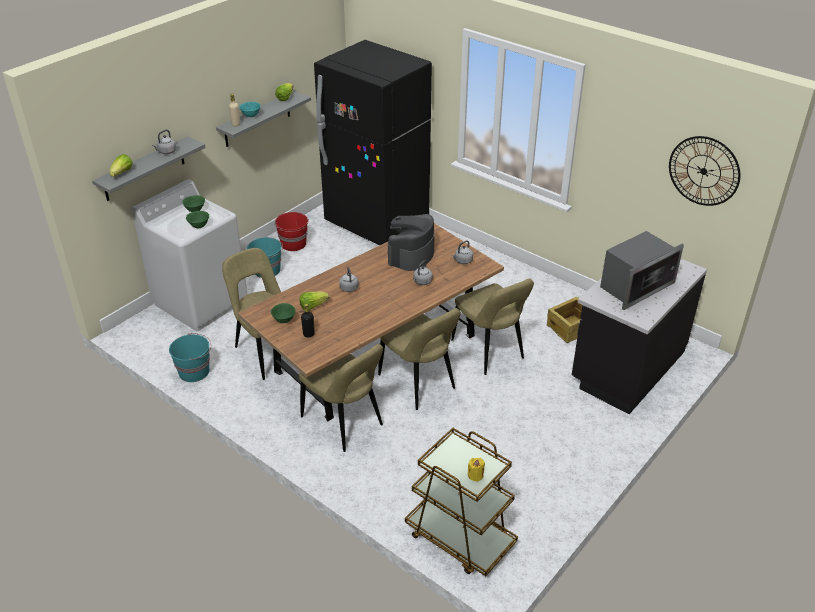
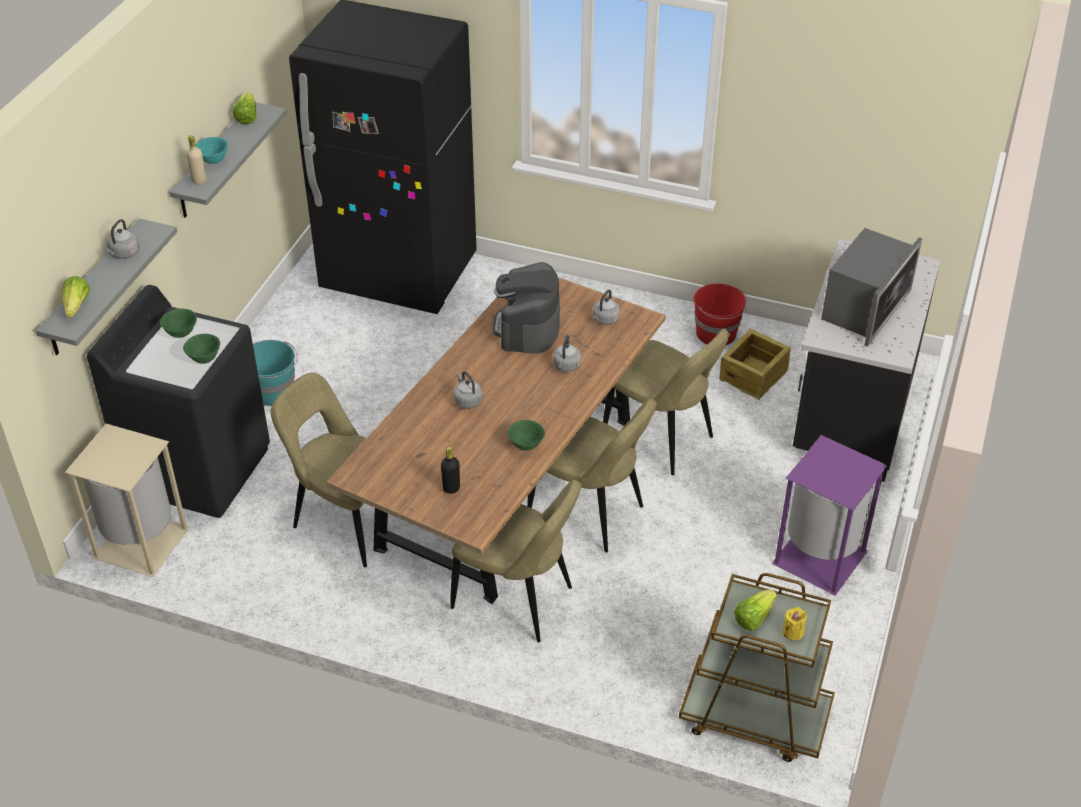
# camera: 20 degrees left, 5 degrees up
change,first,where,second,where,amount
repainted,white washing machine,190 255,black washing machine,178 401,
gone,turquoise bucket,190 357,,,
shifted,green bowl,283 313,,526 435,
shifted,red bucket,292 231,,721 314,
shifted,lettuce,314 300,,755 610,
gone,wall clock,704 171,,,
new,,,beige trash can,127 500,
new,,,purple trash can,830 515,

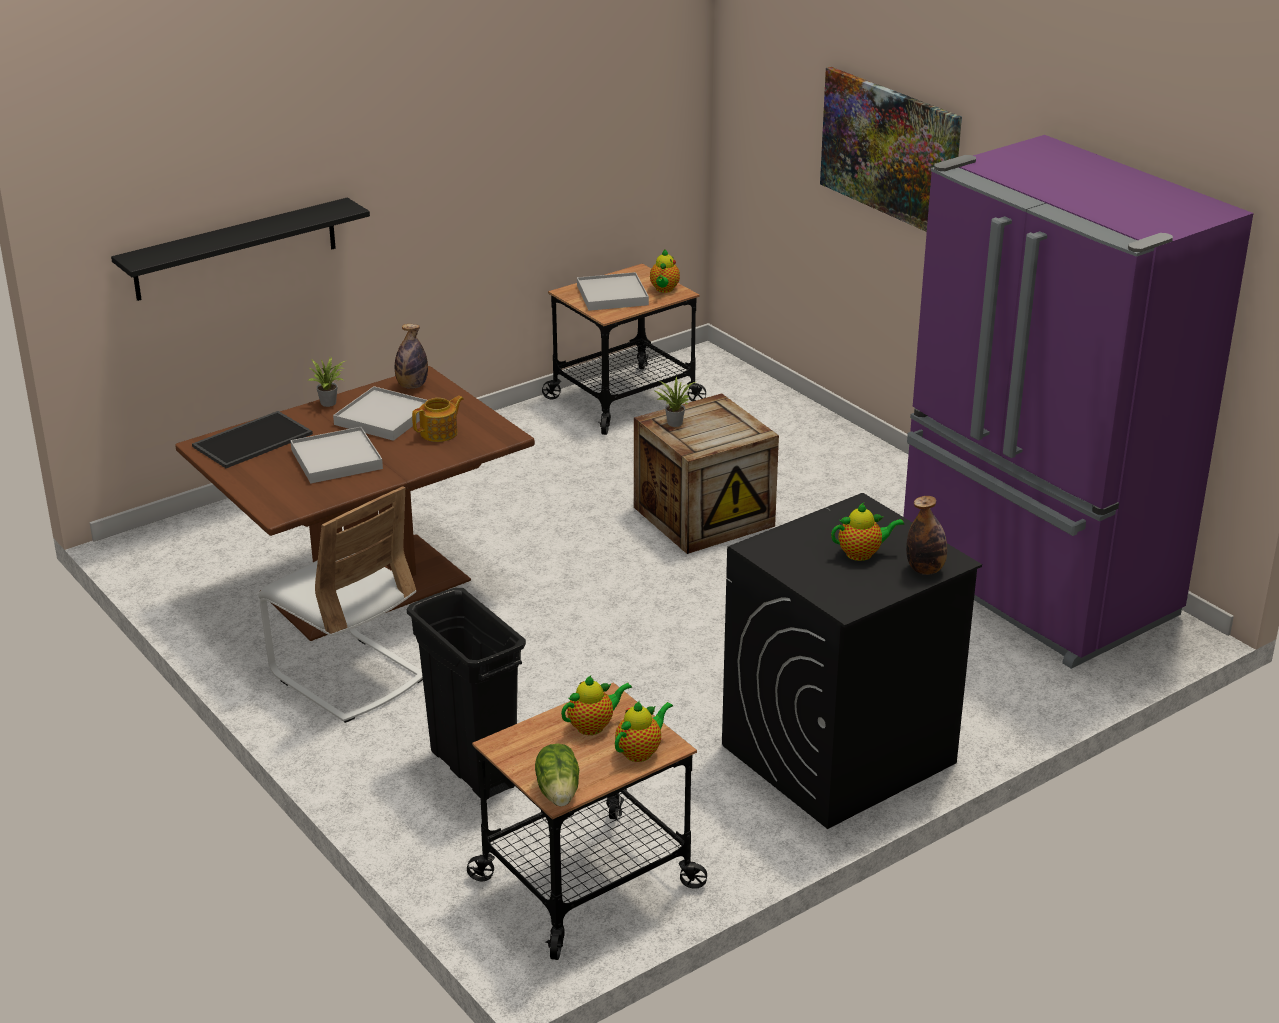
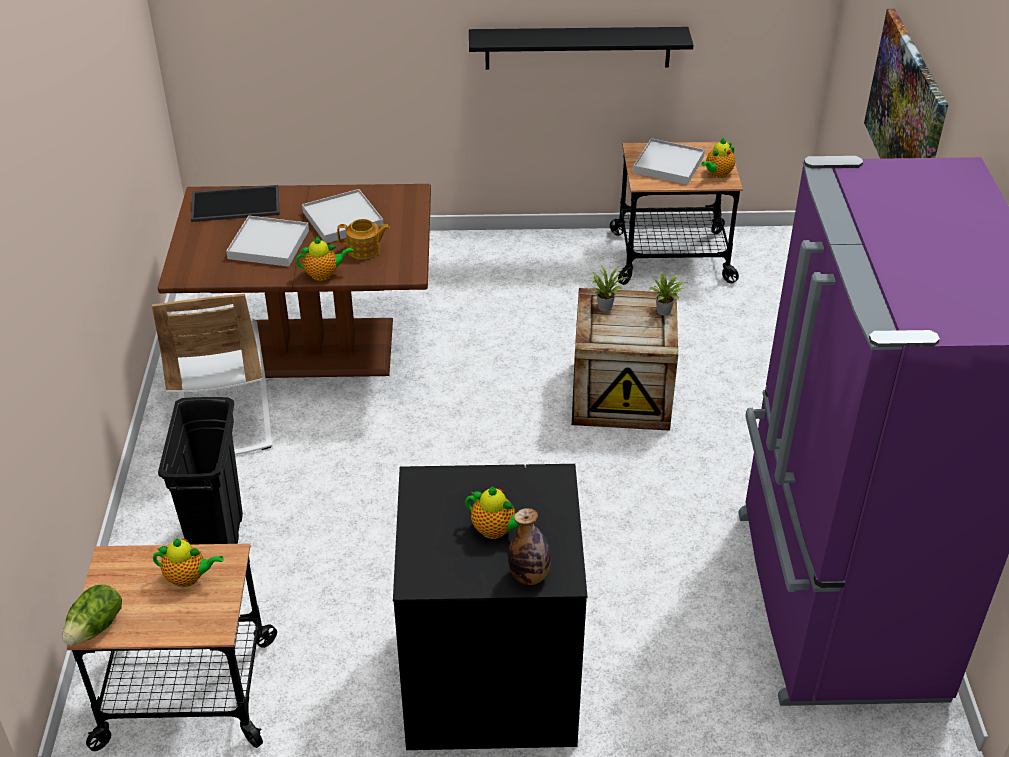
# camera: 35 degrees right, 10 degrees up
change,first,where,second,where,amount
shifted,black shelf,240 249,,581 48,
shifted,potted plant,327 382,,667 293,
gone,bottle,411 356,,,
shifted,teapot,644 731,,325 259,

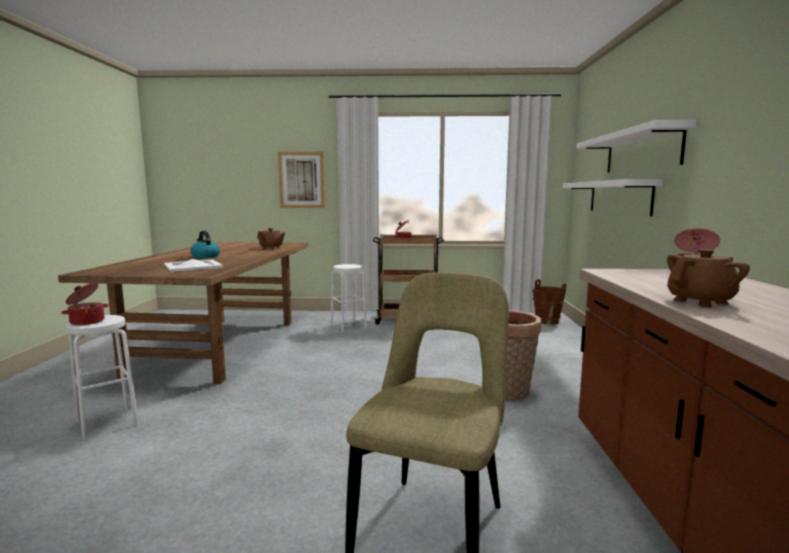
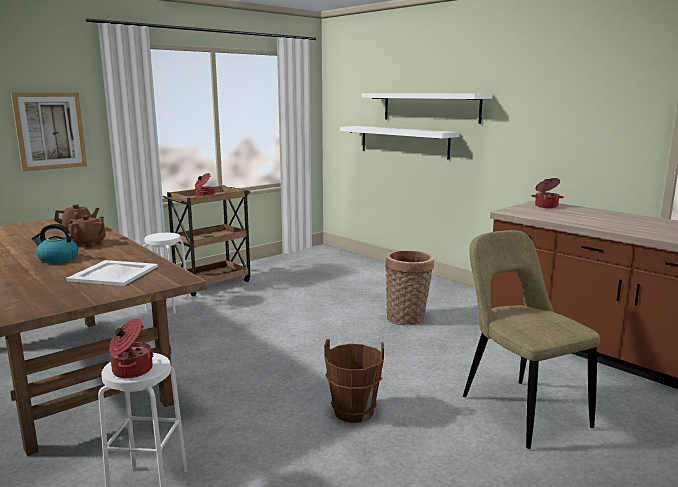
# camera: 45 degrees left, 5 degrees up
change,first,where,second,where,amount
shifted,brown bucket,549 302,,354 381,
shifted,brown teapot,708 278,,87 231,

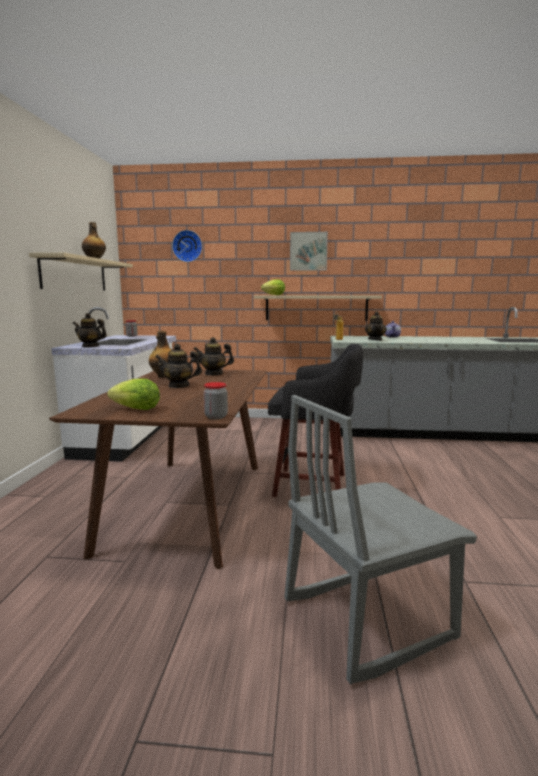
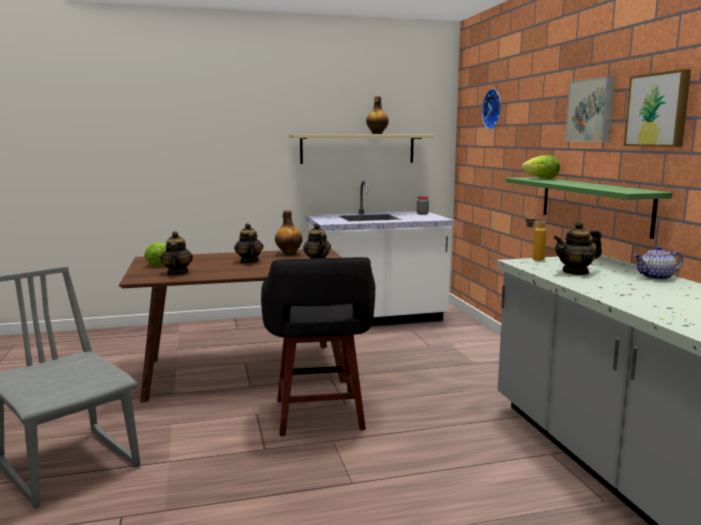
# camera: 70 degrees right, 0 degrees up
change,first,where,second,where,amount
shifted,teapot,90 330,,176 253,
gone,jar,216 400,,,
repainted,beige shelf,318 308,green shelf,588 208,
new,,,picture,657 108,

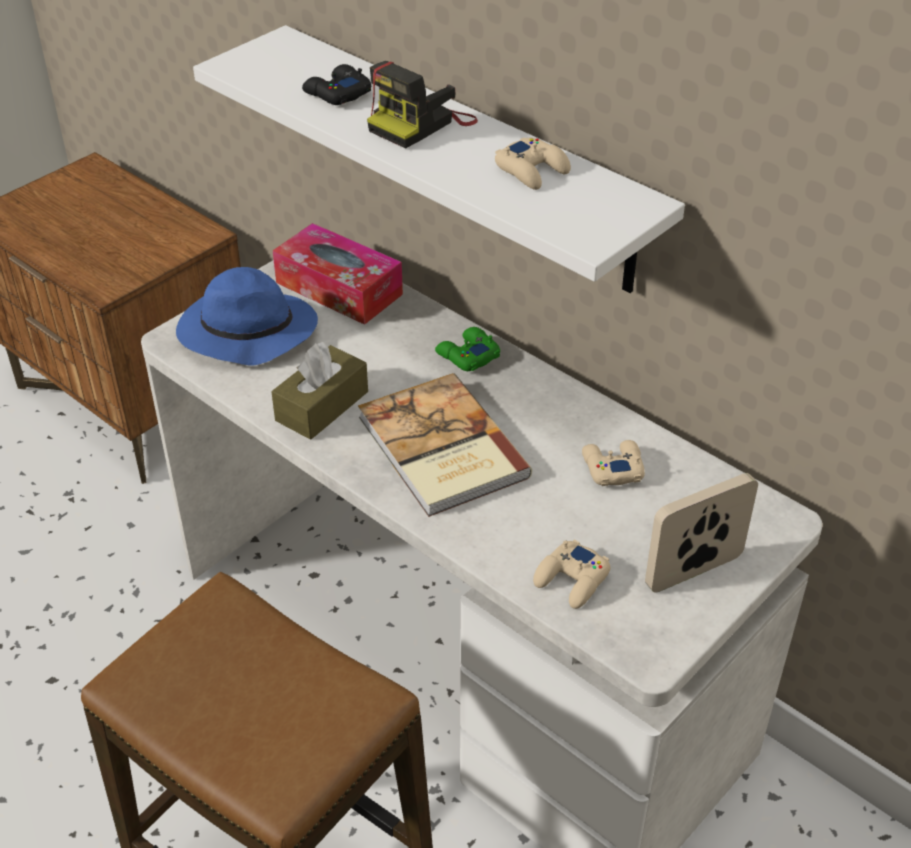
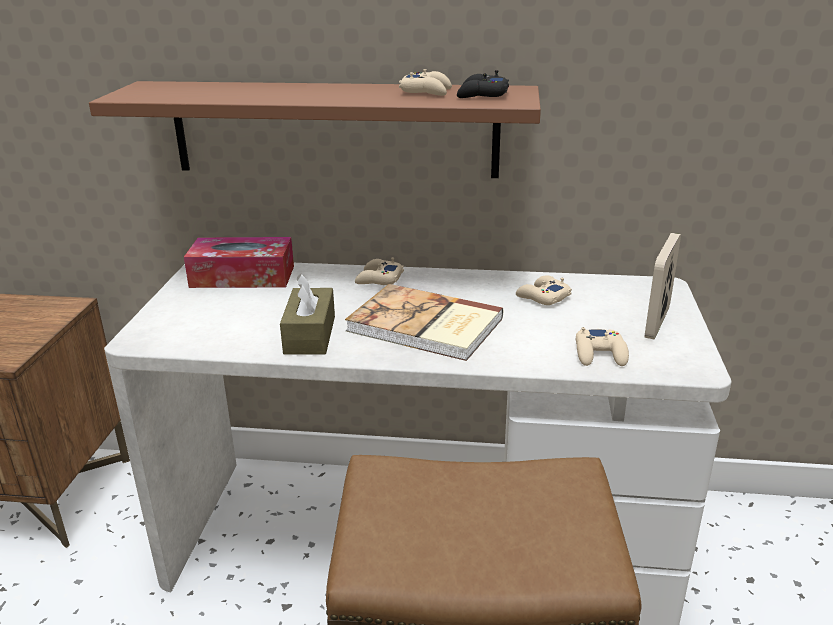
# camera: 35 degrees left, 15 degrees down
change,first,where,second,where,amount
gone,blue hat,247 316,,,
repainted,white shelf,439 159,brown shelf,315 129,
shifted,black game controller,336 84,,483 84,
gone,photo camera,422 105,,,
repainted,green game controller,467 349,beige game controller,379 271,

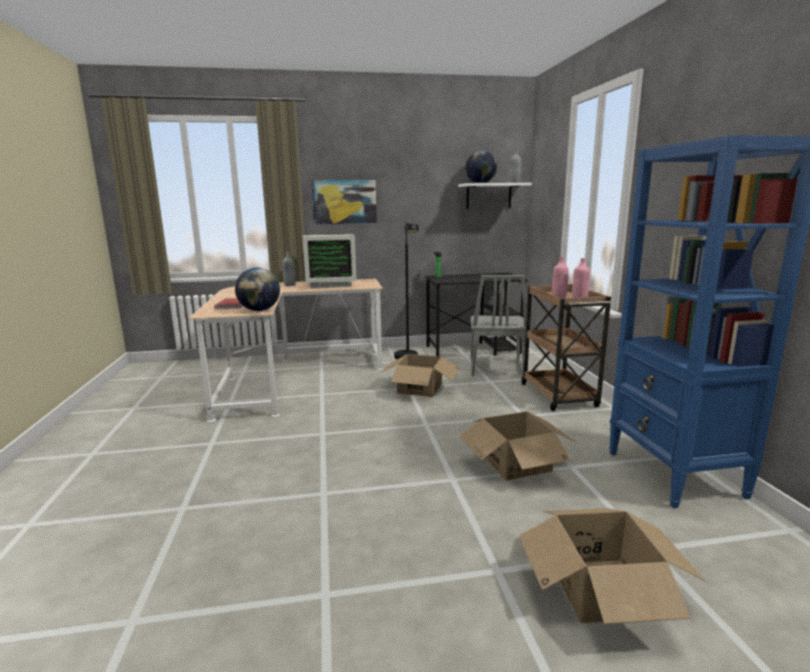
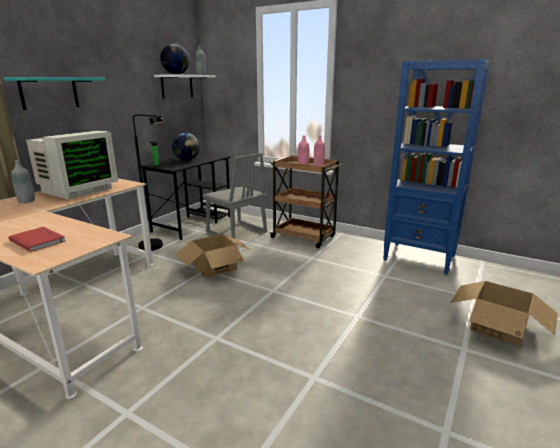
# camera: 50 degrees left, 5 degrees up
change,first,where,second,where,amount
shifted,globe,257 289,,186 146,
swapped,picture,344 202,turquoise shelf,54 93,
gone,cardboard box,518 446,,,

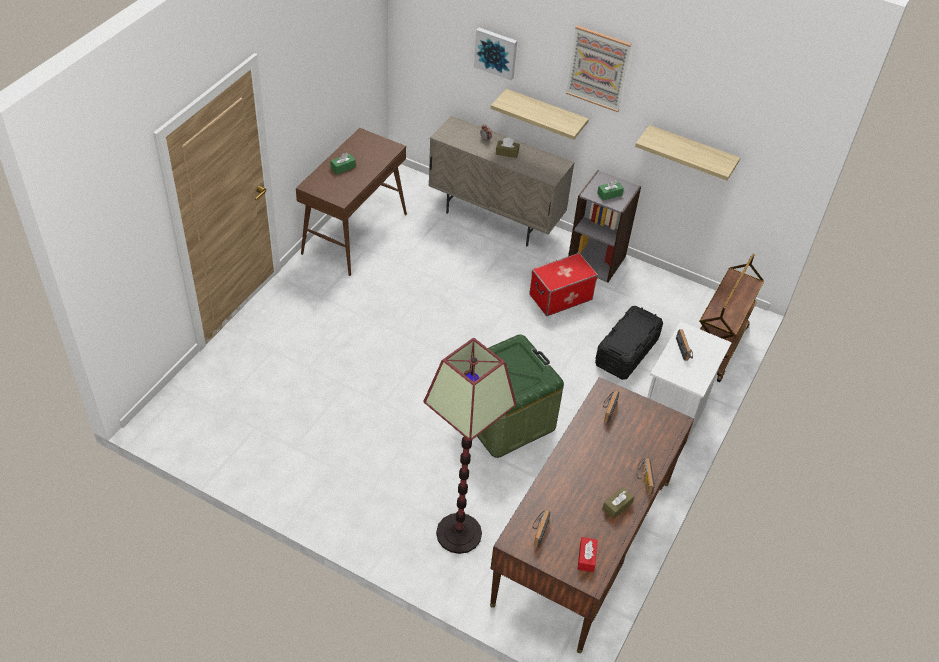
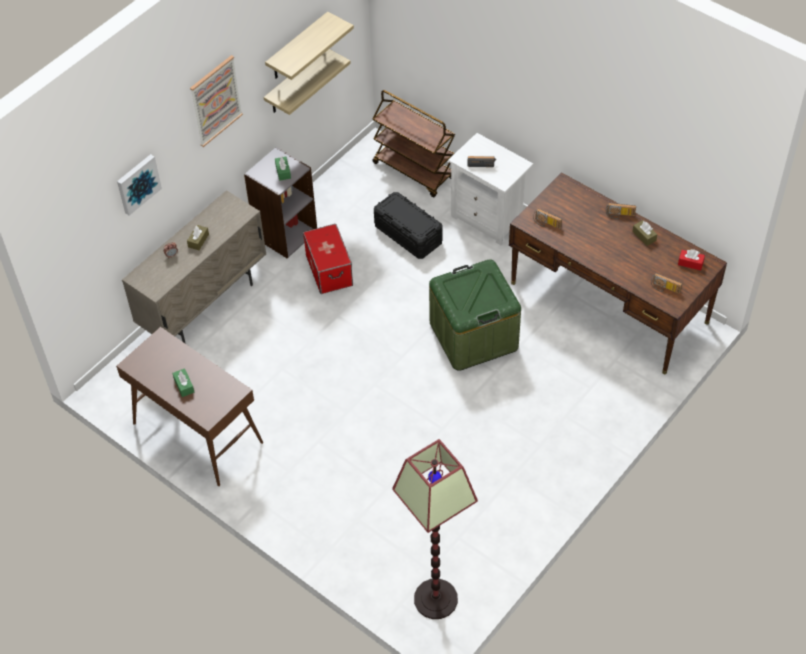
# camera: 75 degrees left, 5 degrees up
change,first,where,second,where,amount
shifted,floor lamp,470 446,,435 529,
shifted,shelf,540 114,,309 46,

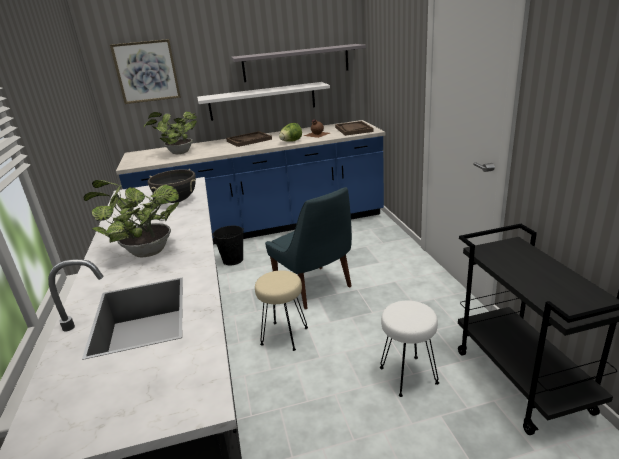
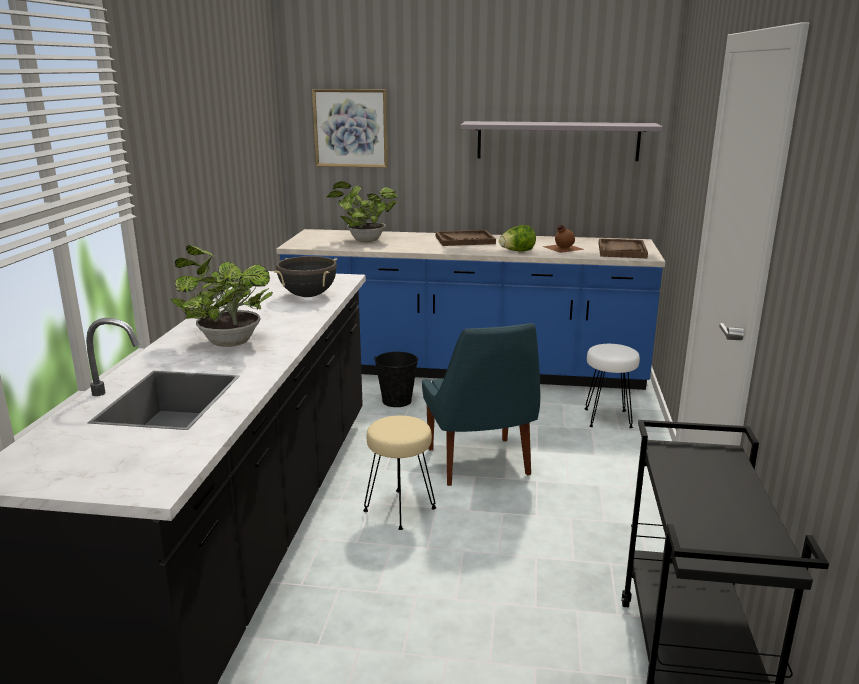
# camera: 20 degrees right, 5 degrees down
change,first,where,second,where,amount
gone,white shelf,263 101,,,
shifted,white stool,409 349,,612 386,

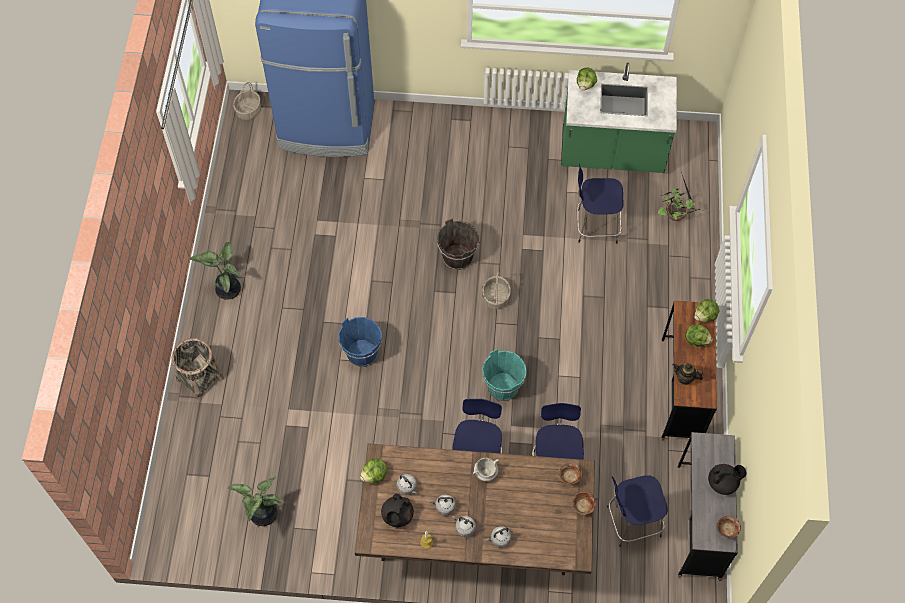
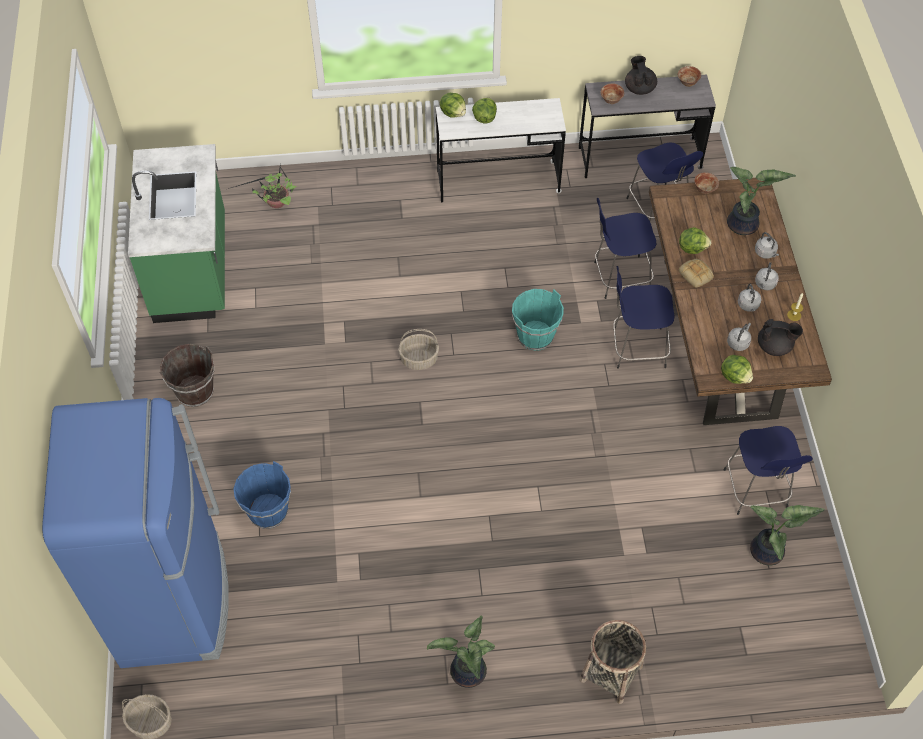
# camera: 100 degrees left, 5 degrees down
change,first,where,second,where,amount
shifted,blue bucket,360 342,,262 495,
shifted,brown bucket,458 244,,187 375,
swapped,white cooking pot,486 470,bread,696 273,
shifted,bowl,570 473,,612 93,
shifted,lettuce,587 79,,695 240,
shifted,blue stool,600 204,,768 470,
repainted,brown desk,689 370,white desk,501 150,
gone,teapot,688 374,,,
new,,,potted plant,761 201,

